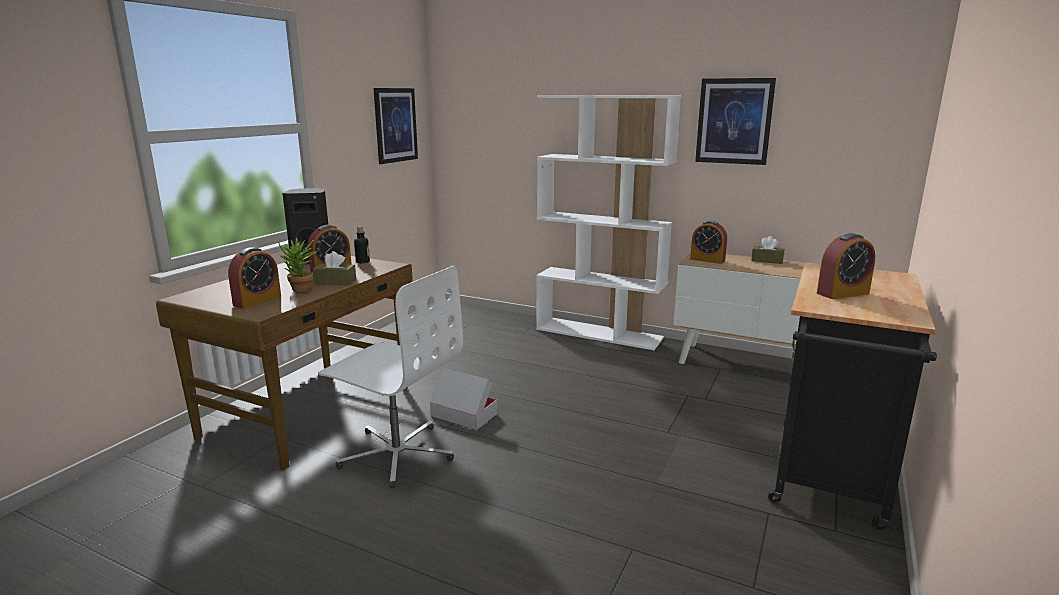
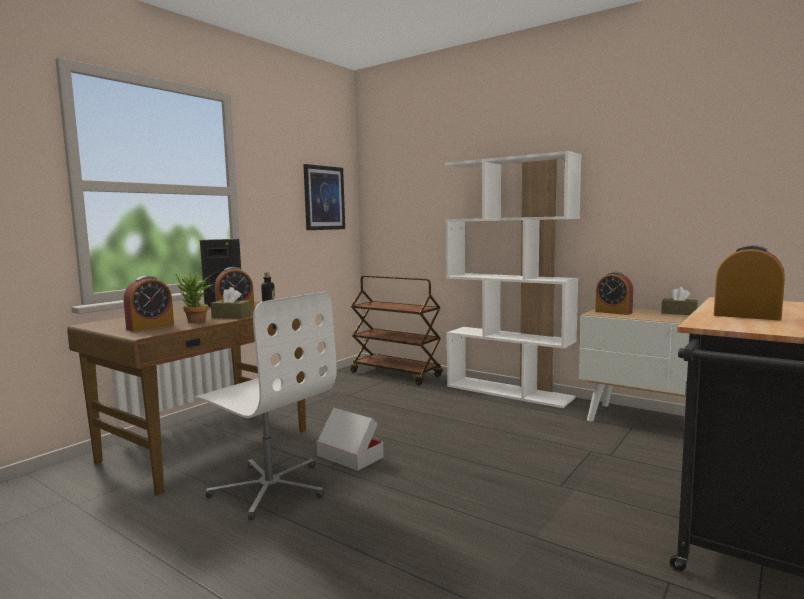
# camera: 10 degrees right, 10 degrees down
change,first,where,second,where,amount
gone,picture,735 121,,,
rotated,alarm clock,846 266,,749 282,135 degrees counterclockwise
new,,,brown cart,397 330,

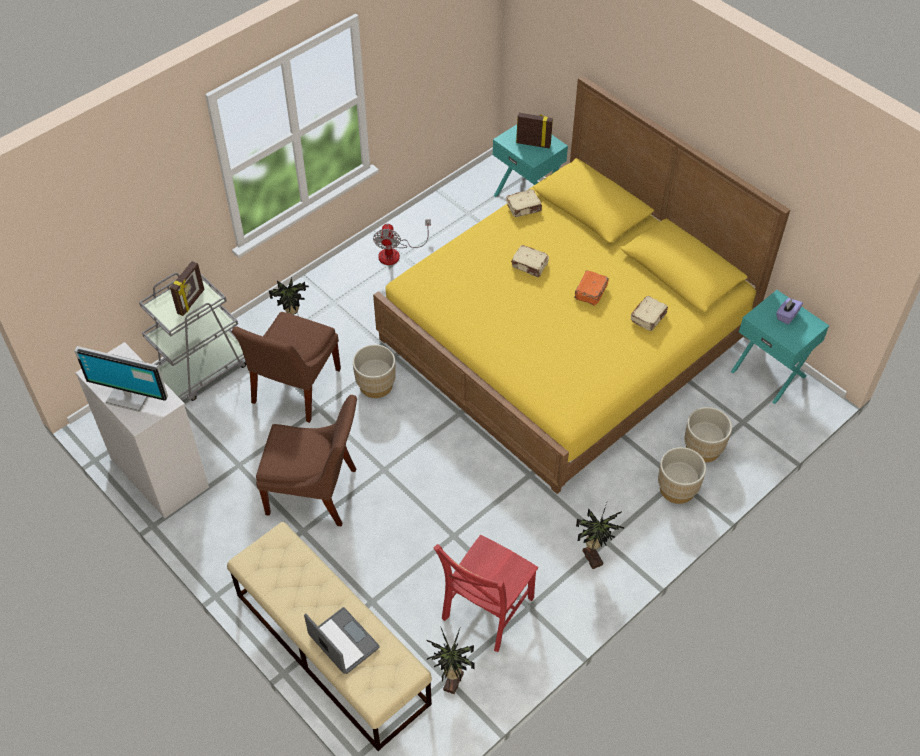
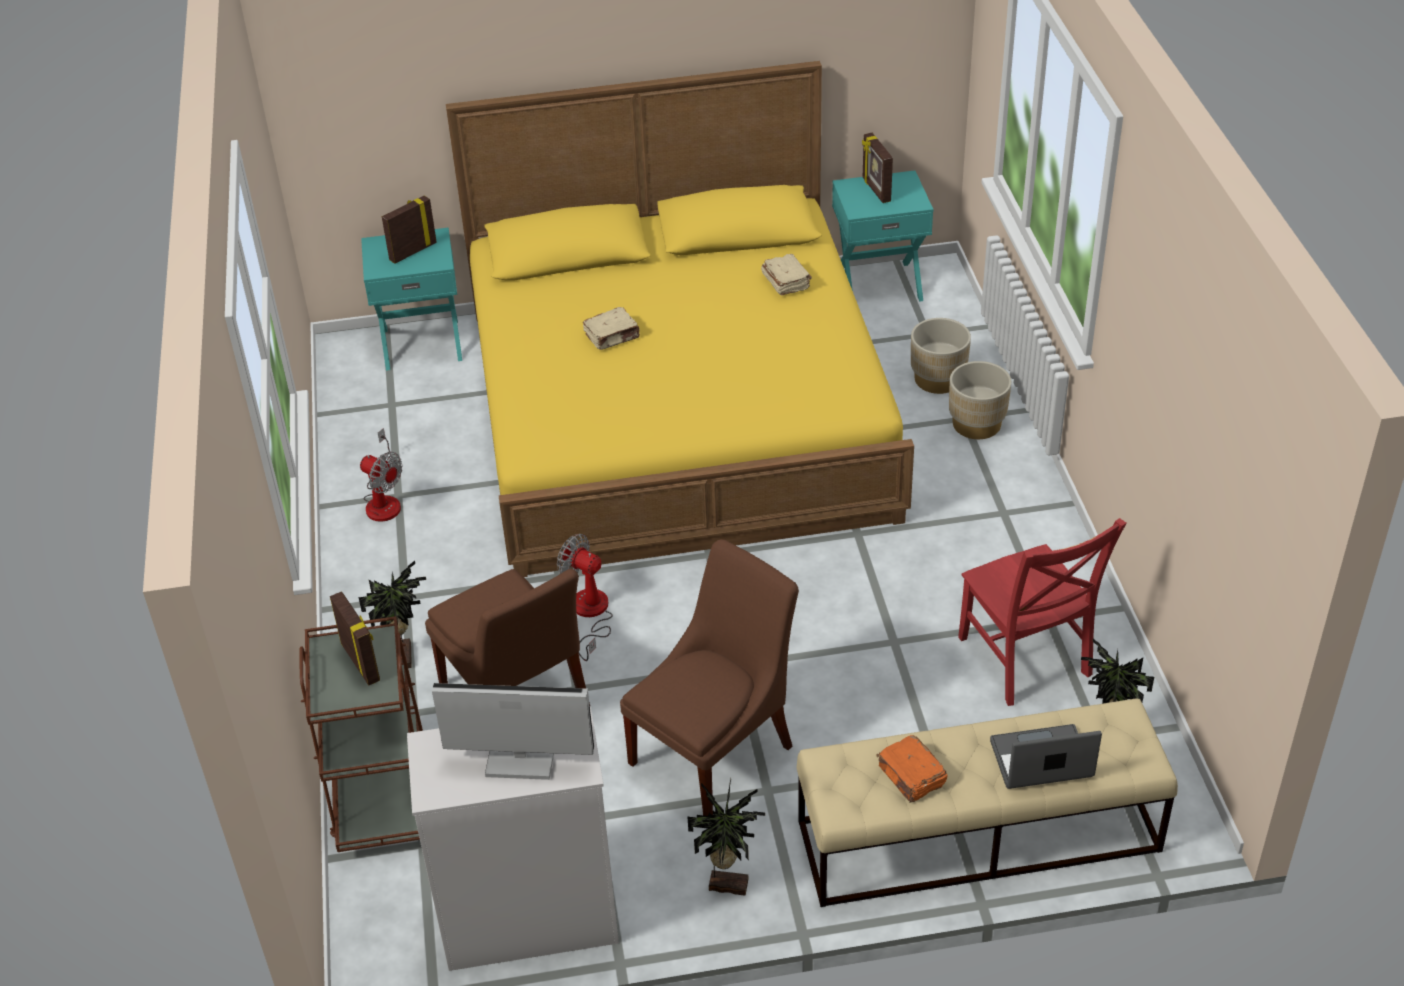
# camera: 55 degrees left, 10 degrees down
change,first,where,second,where,amount
rotated,monitor,121 379,,513 731,135 degrees counterclockwise
repainted,grey cart,192 337,brown cart,361 734,
swapped,beige planter,374 371,fan,585 597,
gone,beige book,524 203,,,
shifted,orange book,591 287,,912 769,
shifted,potted plant,600 536,,726 837,
swapped,purple tissue box,789 311,picture frame,877 168,

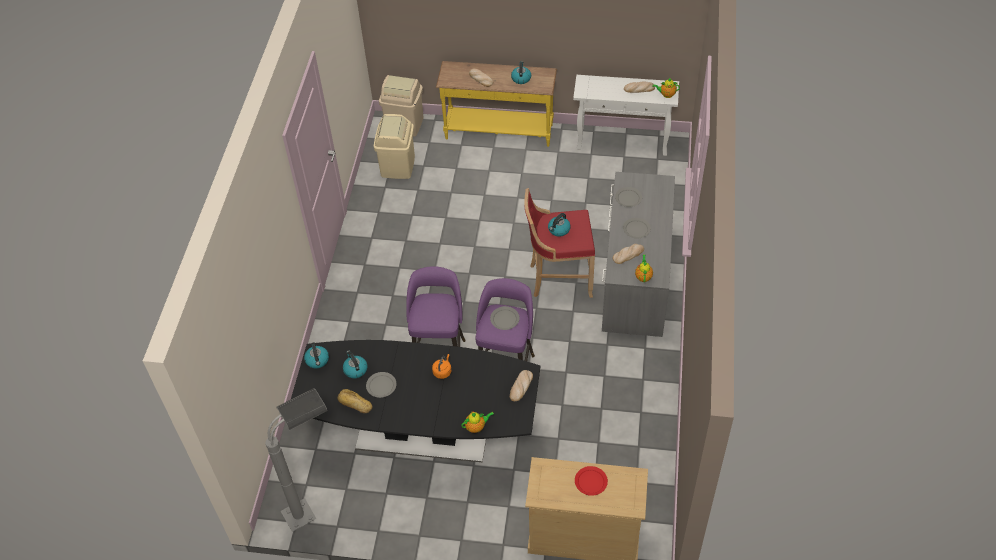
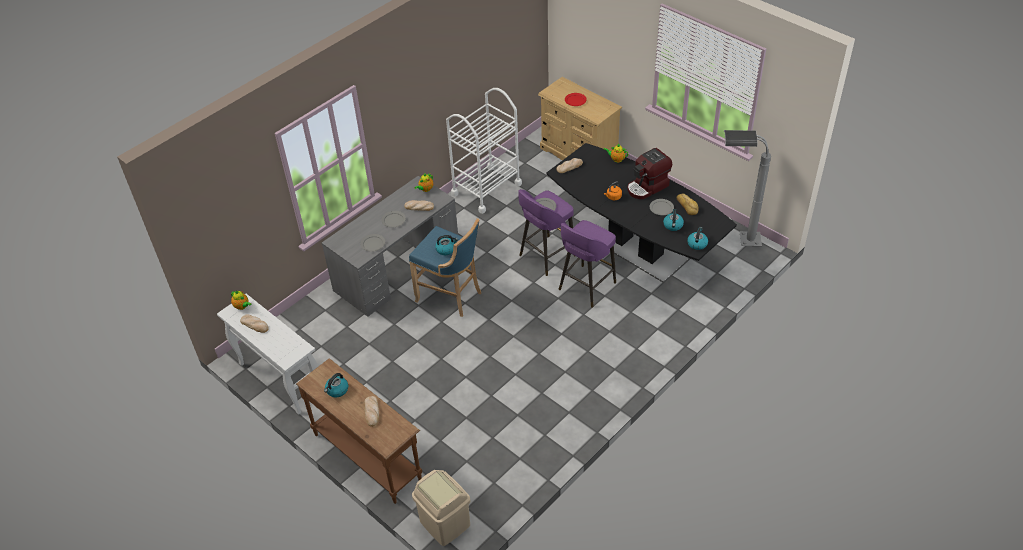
# camera: 145 degrees left, 5 degrees down
change,first,where,second,where,amount
gone,beige trash can,394 146,,,
repainted,yellow console table,496 104,brown console table,359 431,
repainted,red stool,559 243,blue stool,445 267,
new,,,white cart,484 151,
new,,,coffee machine,649 173,

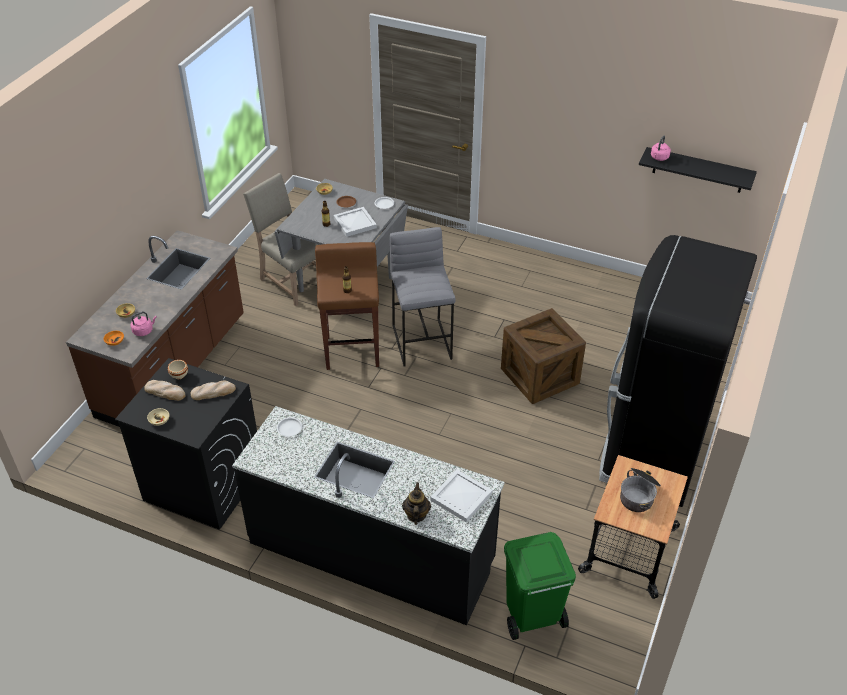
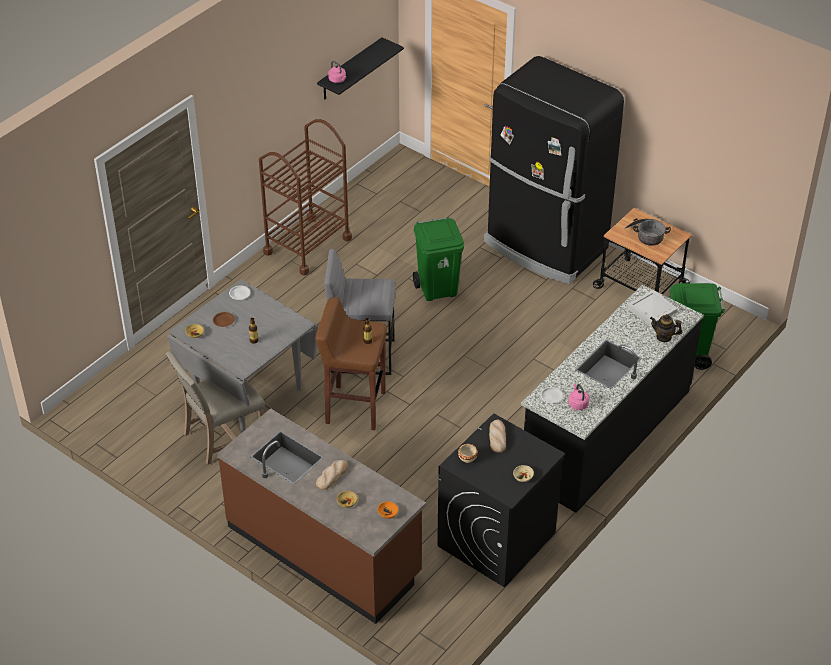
# camera: 75 degrees left, 0 degrees up
change,first,where,second,where,amount
shifted,pink kettle,144 324,,578 397,
shifted,bread,164 390,,332 475,
gone,white tray,355 222,,,
swapped,crate,543 356,green trash can,438 259,
new,,,brown cart,305 197,

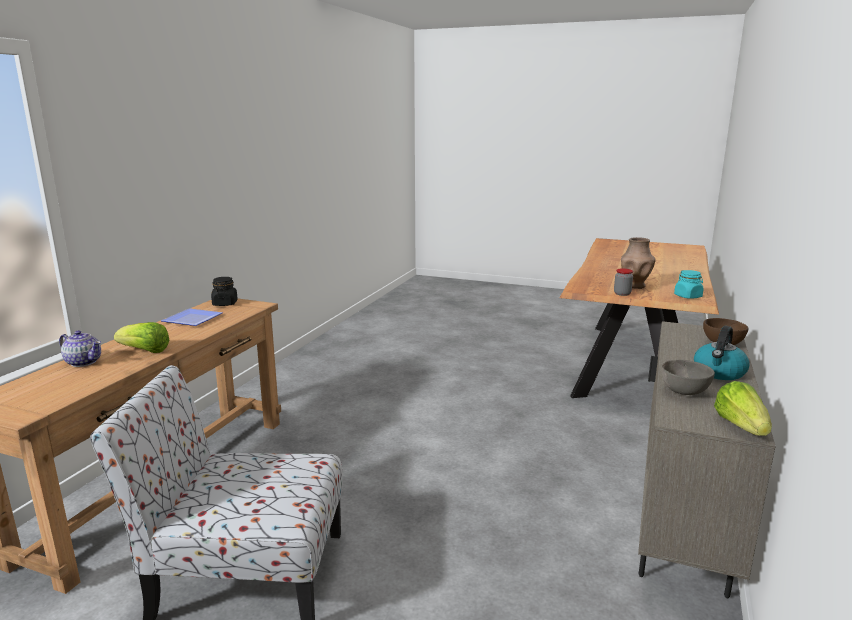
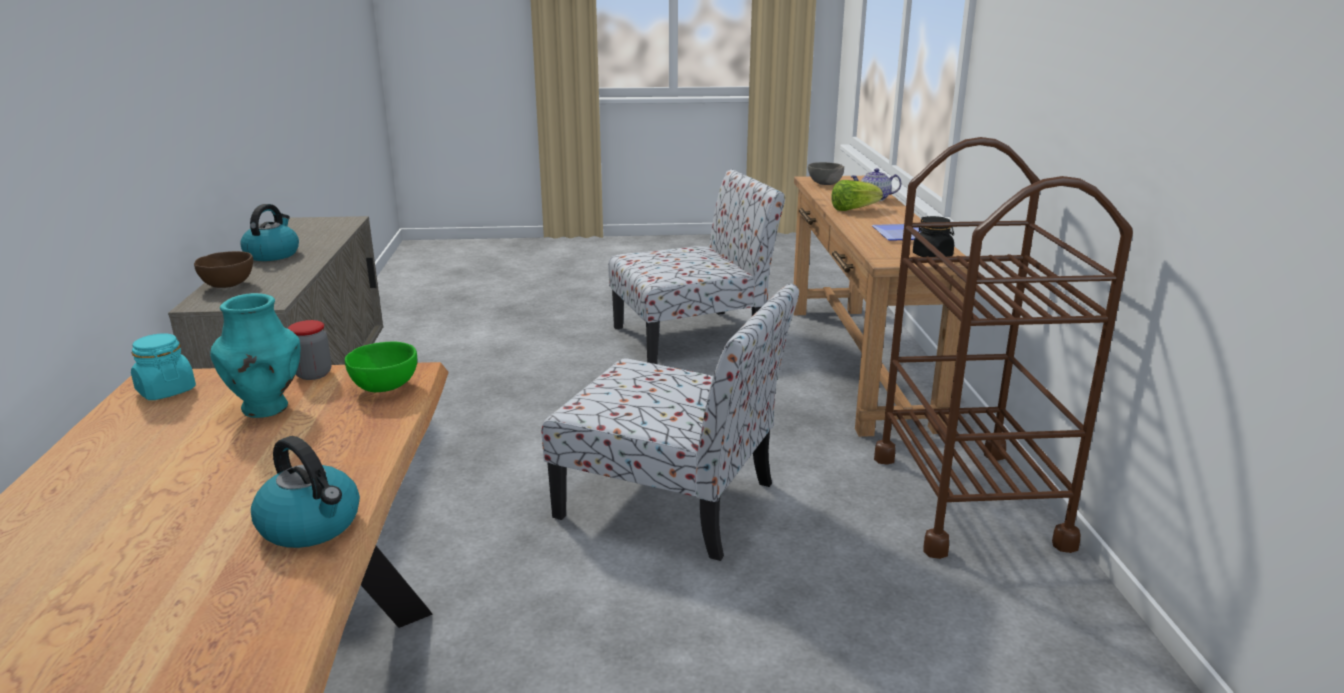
# camera: 155 degrees right, 5 degrees up
change,first,where,second,where,amount
repainted,brown vase,638 263,turquoise vase,255 355,
shifted,grey bowl,688 377,,826 173,
gone,lettuce,743 408,,,
new,,,kettle,305 492,
new,,,green bowl,381 367,
new,,,chair,670 422,
new,,,brown cart,1003 348,

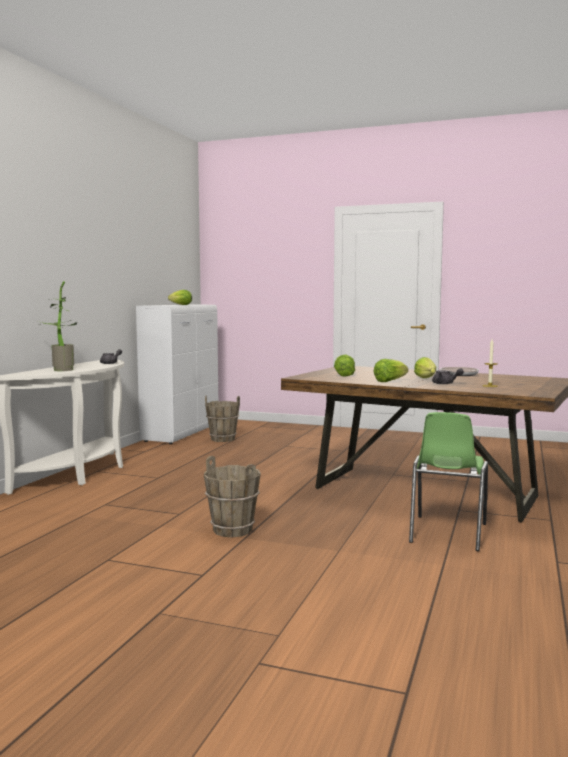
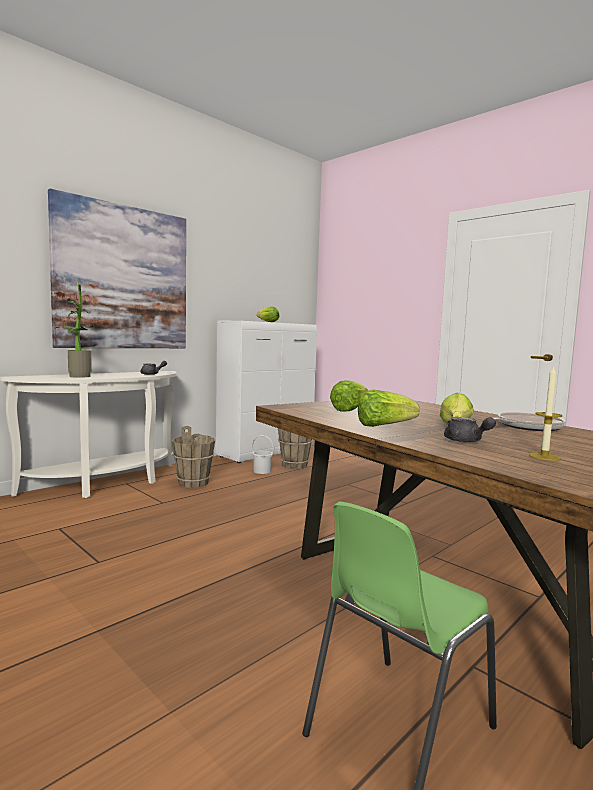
# camera: 25 degrees right, 0 degrees up
change,first,where,second,where,amount
shifted,brown bucket,232 496,,193 457,
new,,,picture,117 268,
new,,,white bucket,263 454,

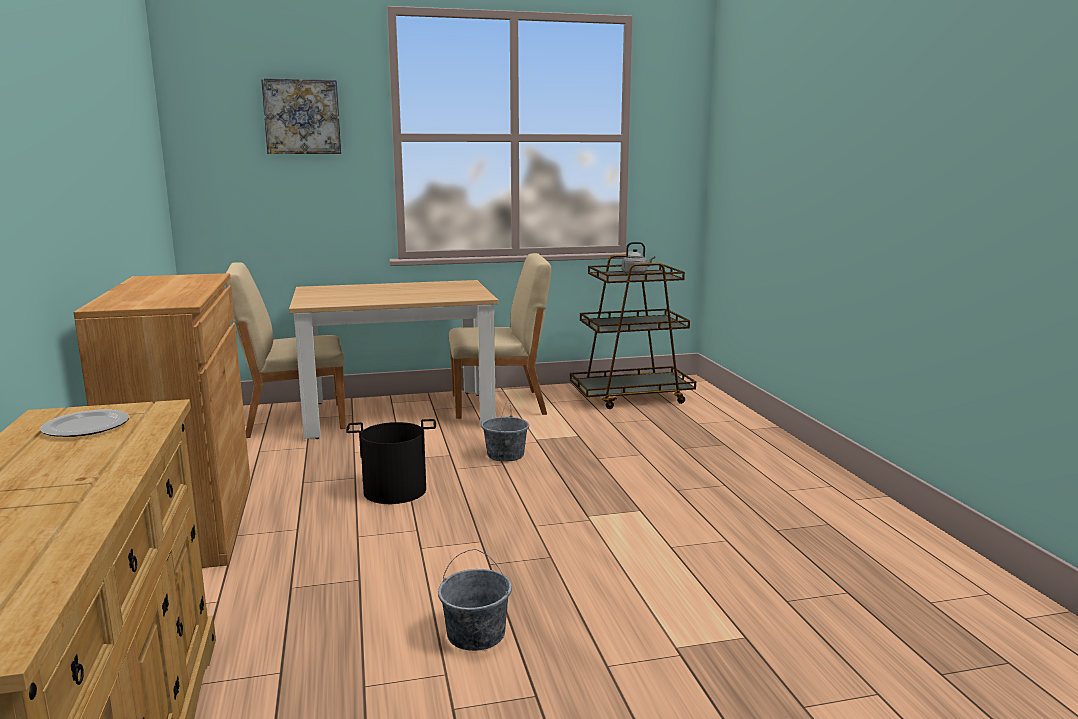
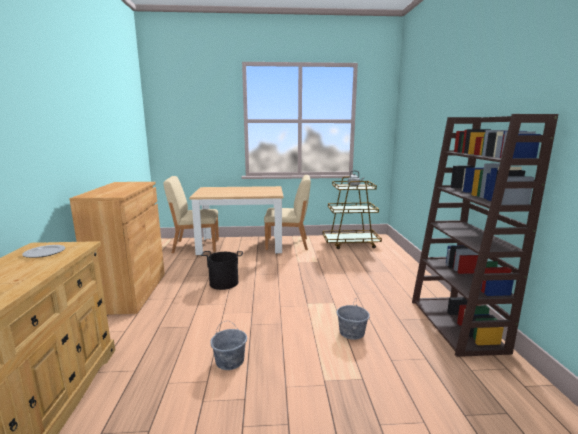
# camera: 10 degrees right, 0 degrees up
change,first,where,second,where,amount
gone,picture,301 116,,,
shifted,grey bucket,505 431,,353 318,
new,,,brown bookcase,485 235,

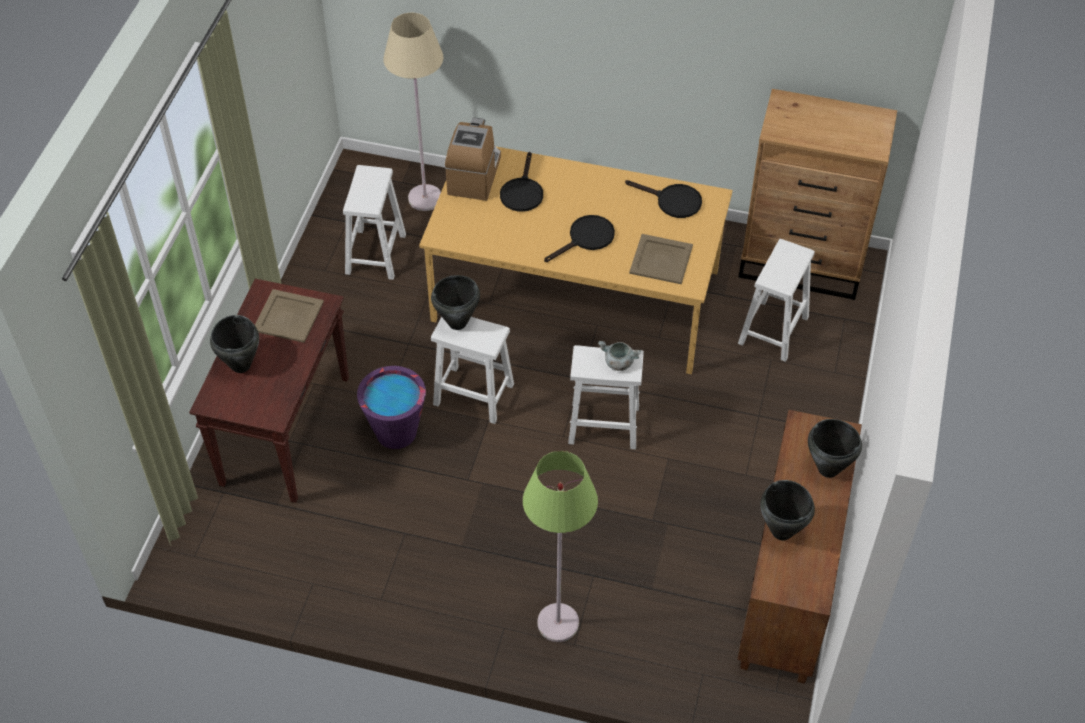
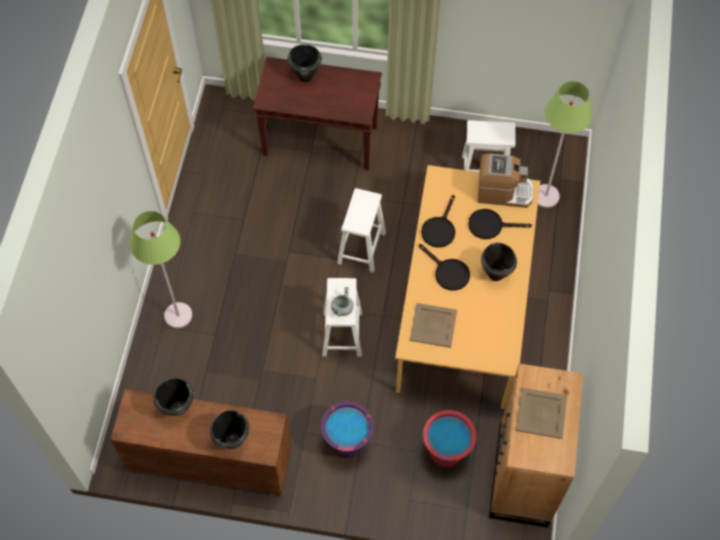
# camera: 85 degrees right, 10 degrees up
change,first,where,second,where,amount
shifted,beige tray,289 316,,541 413,
shifted,purple bucket,391 407,,347 429,
repainted,beige floor lamp,413 112,green floor lamp,565 144,
shifted,black cooking pot,455 302,,499 261,
shifted,black frying pan,663 199,,438 221,
swapped,white stool,776 300,red bucket,449 438,

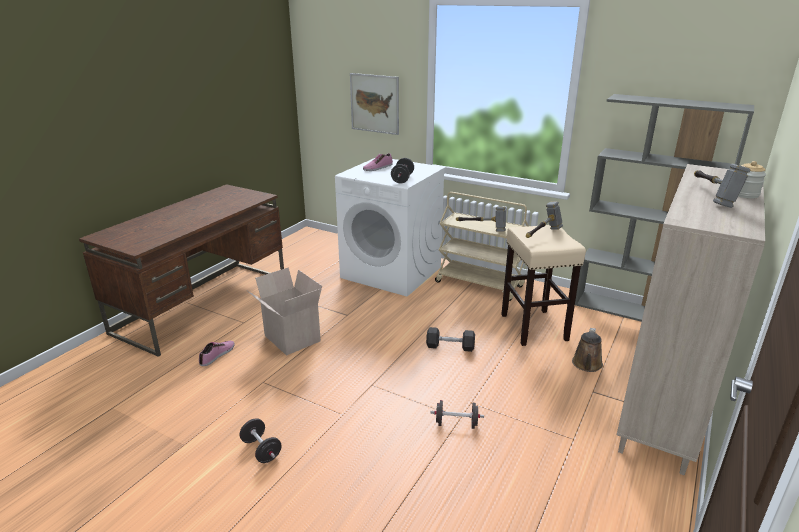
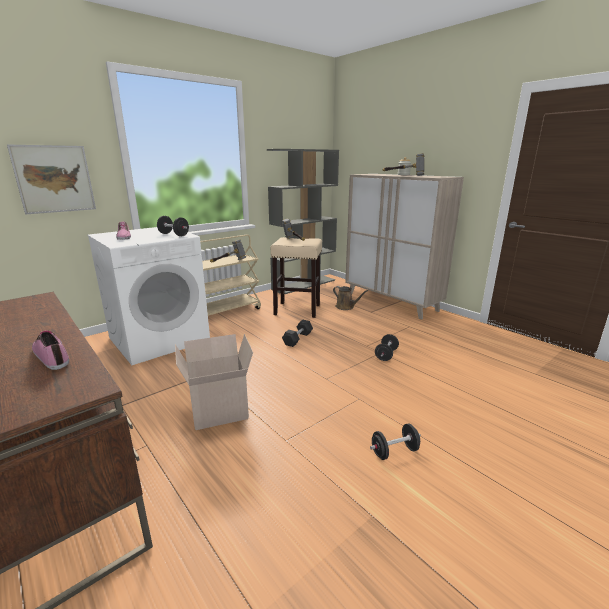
# camera: 70 degrees left, 5 degrees down
change,first,where,second,where,amount
shifted,shoe,216 353,,50 350,

